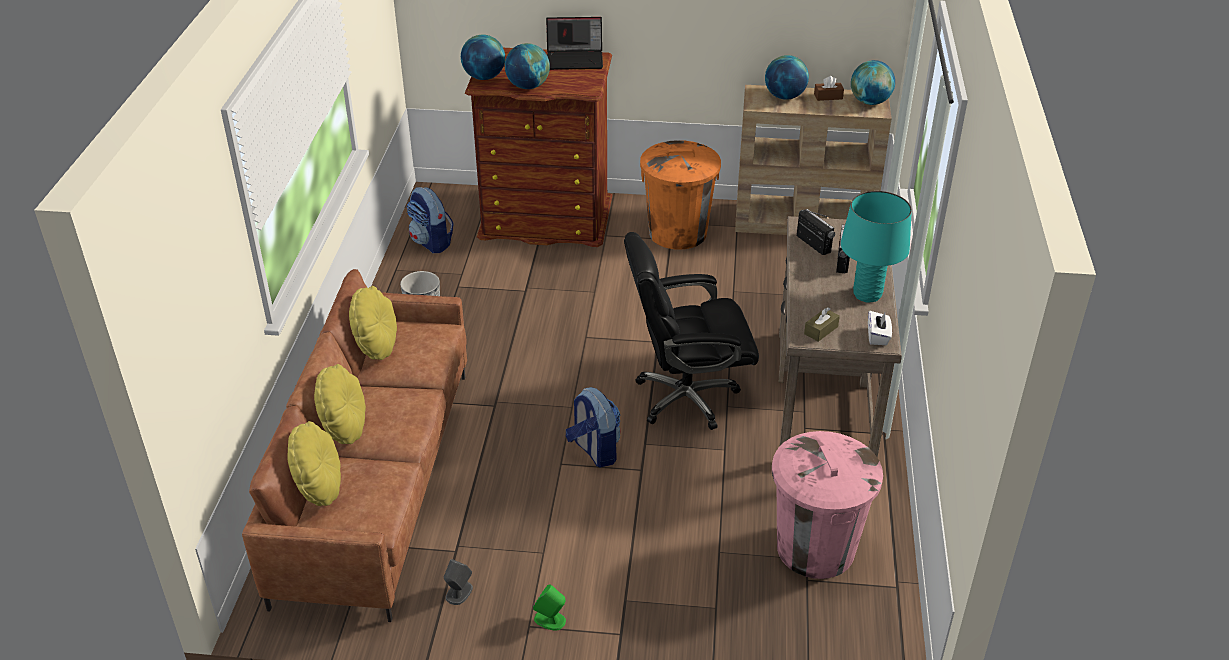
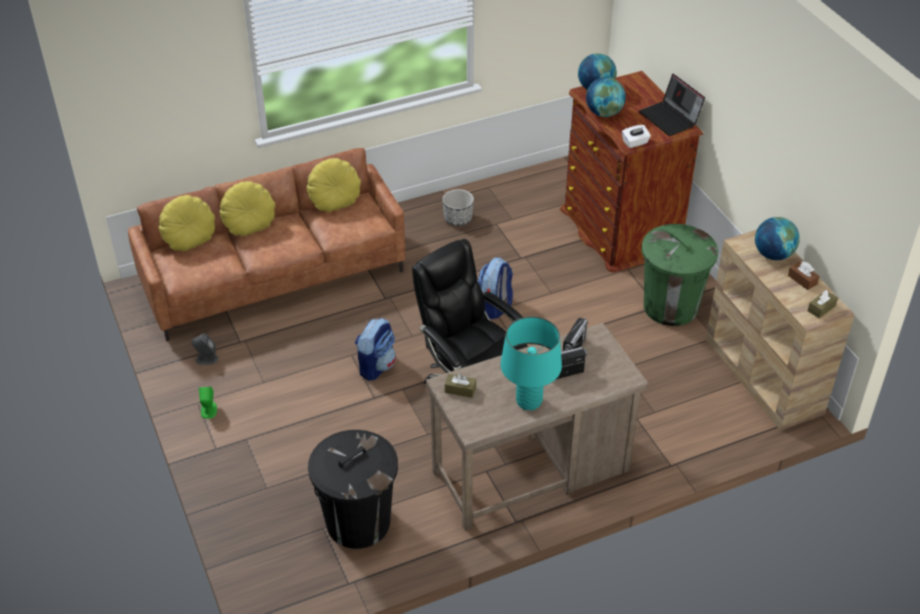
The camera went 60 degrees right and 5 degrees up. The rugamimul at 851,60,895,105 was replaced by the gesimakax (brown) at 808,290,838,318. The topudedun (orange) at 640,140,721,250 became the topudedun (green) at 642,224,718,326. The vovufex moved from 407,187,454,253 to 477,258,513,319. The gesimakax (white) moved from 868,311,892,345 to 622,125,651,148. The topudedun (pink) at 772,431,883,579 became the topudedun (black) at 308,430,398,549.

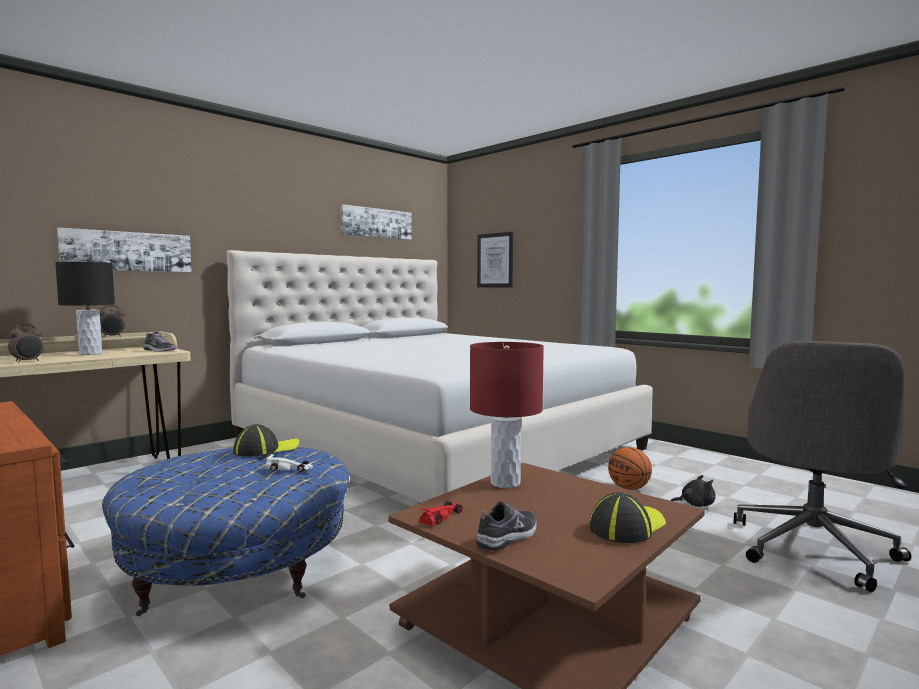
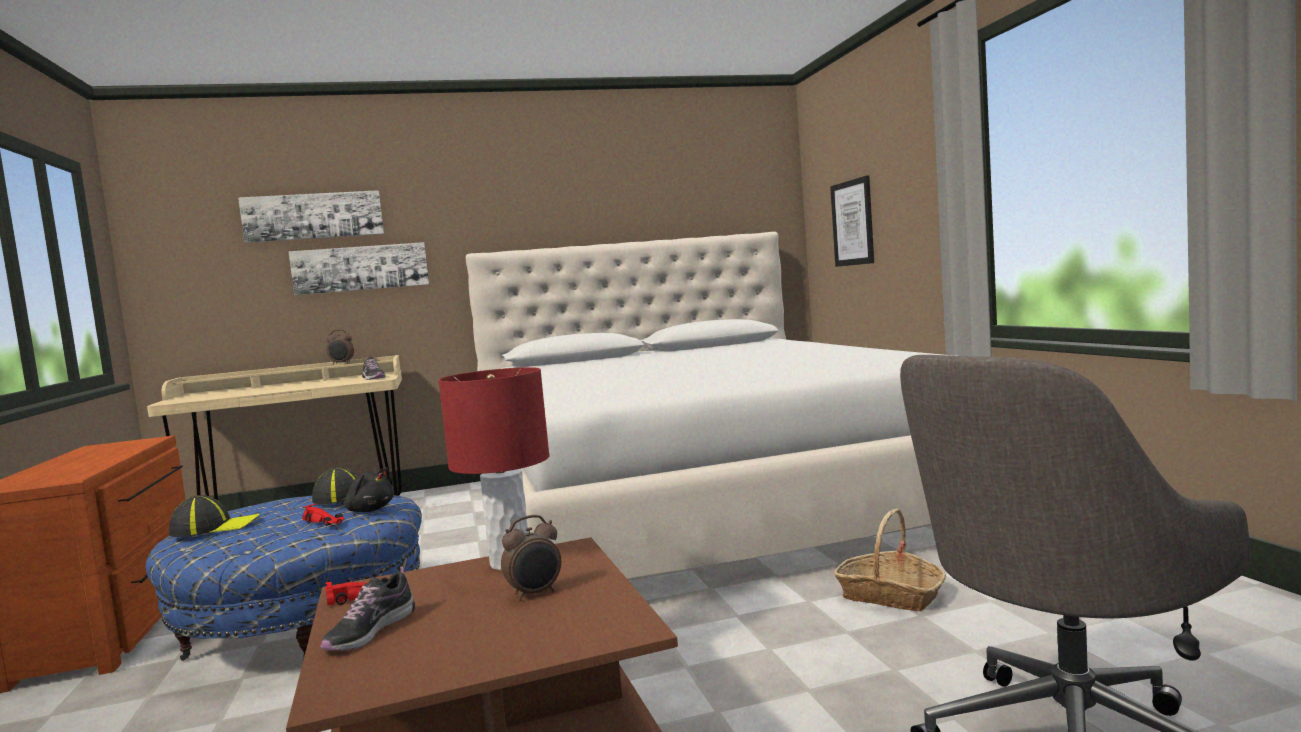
The camera went 30 degrees right and 0 degrees up. The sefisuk moved from 341,204,412,240 to 238,190,384,243. The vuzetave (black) at 55,262,115,355 disappeared. The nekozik moved from 8,324,44,363 to 501,515,561,601. The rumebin at 608,447,652,490 was replaced by the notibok at 834,509,946,611. The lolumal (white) at 265,454,313,472 became the lolumal (red) at 302,503,344,526. The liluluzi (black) moved from 671,475,715,507 to 341,467,394,512. The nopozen moved from 589,492,666,543 to 169,495,260,537. The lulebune at 476,501,537,551 turned 135 degrees clockwise.

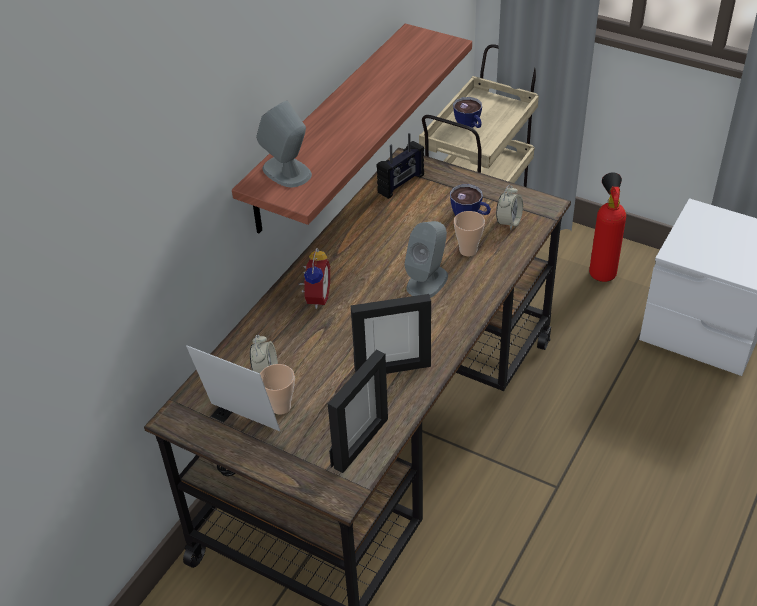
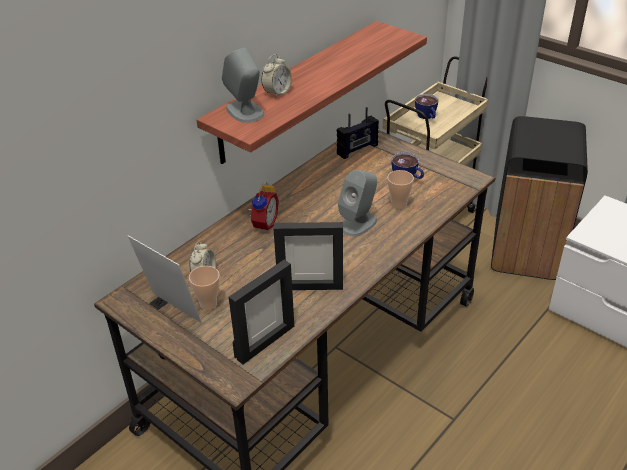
The camera went 10 degrees right and 5 degrees down. The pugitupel at 589,172,626,282 was replaced by the topudedun (black) at 491,116,588,280. The nekozik moved from 496,185,523,231 to 261,54,292,99.

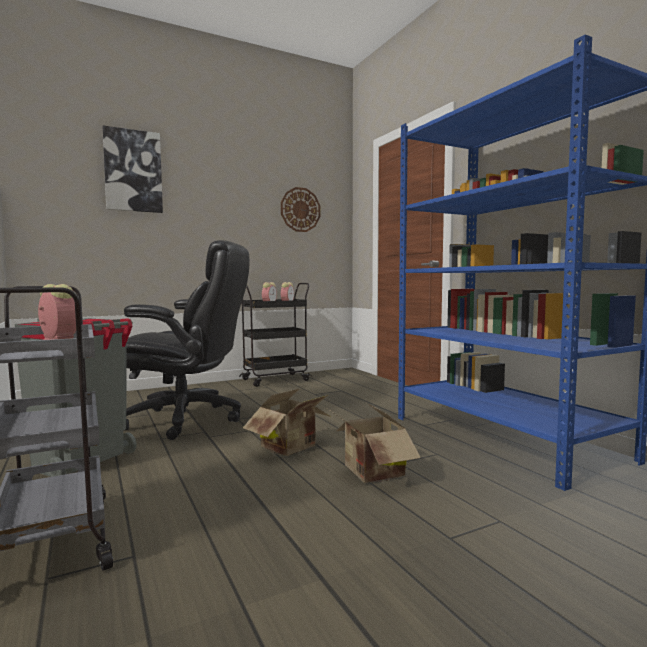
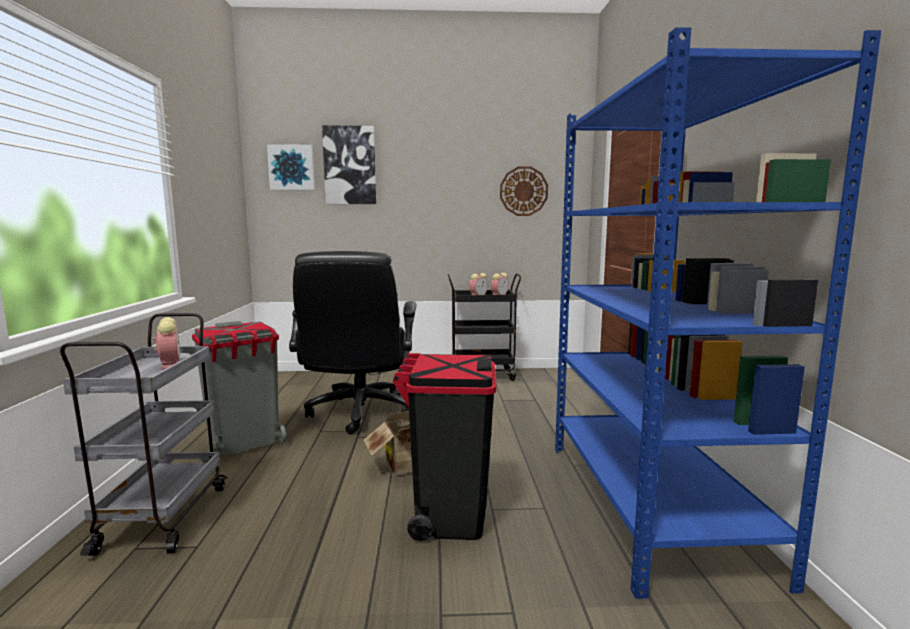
The camera went 25 degrees right and 5 degrees up. The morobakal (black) at 124,240,249,440 turned 60 degrees clockwise. The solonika at 328,403,421,483 was replaced by the topudedun (black) at 393,353,496,541. The sefisuk at 267,144,315,190 appeared.

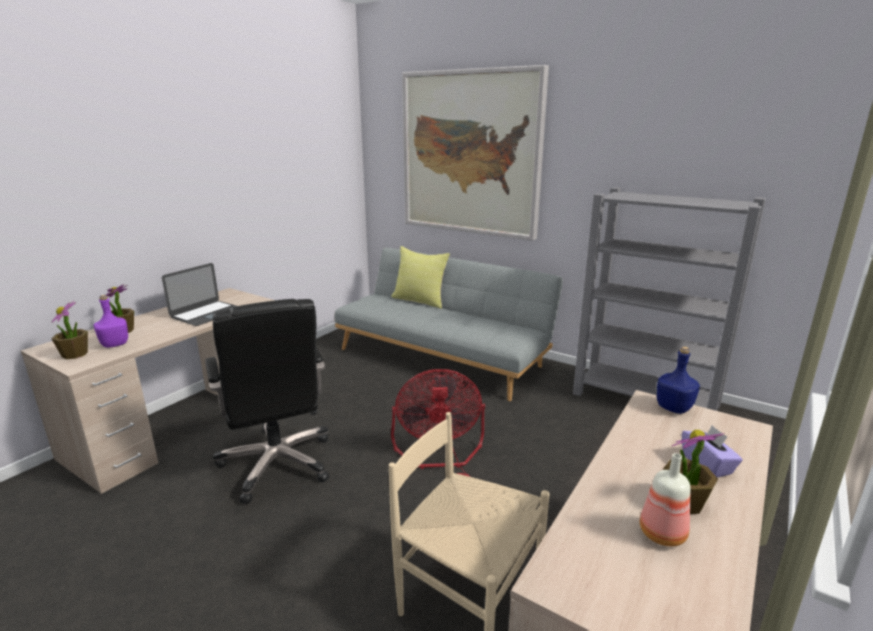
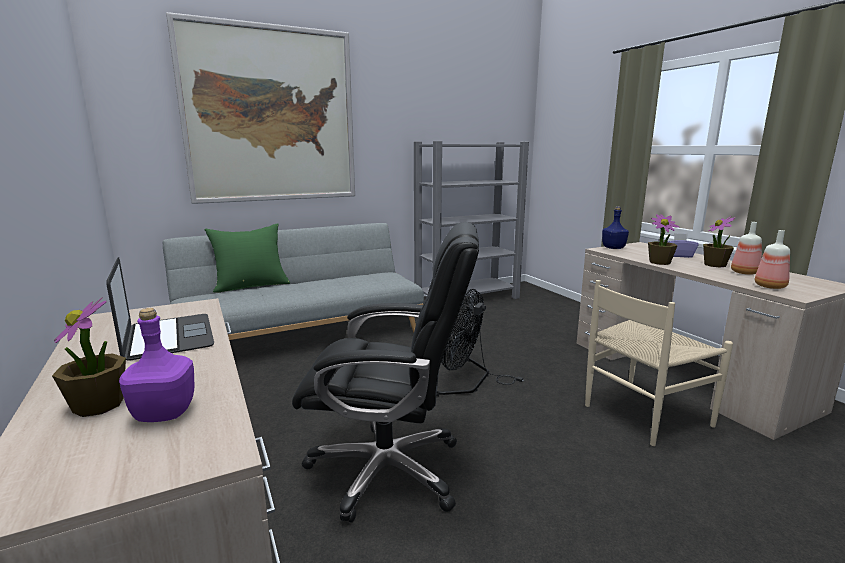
The camera went 60 degrees left and 5 degrees down. The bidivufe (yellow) at 391,246,450,309 became the bidivufe (green) at 204,223,290,293. The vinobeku moved from 51,300,88,359 to 648,214,680,265. The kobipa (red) at 391,369,485,477 became the kobipa (black) at 437,289,524,396. The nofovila at 755,230,790,289 appeared.

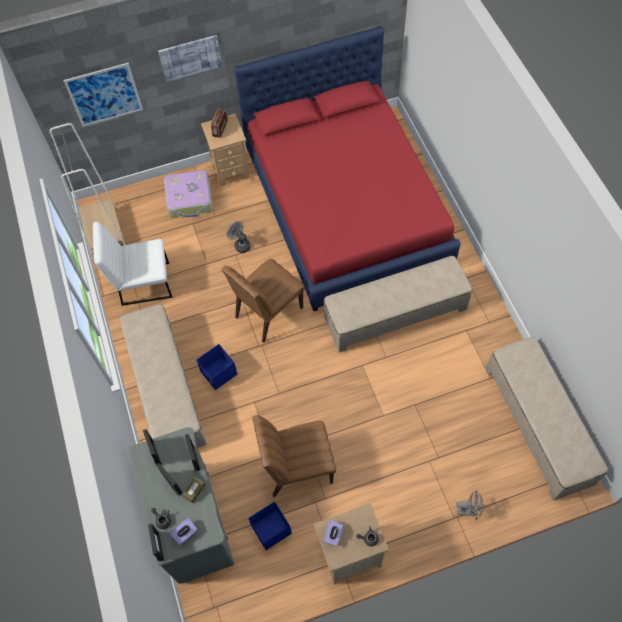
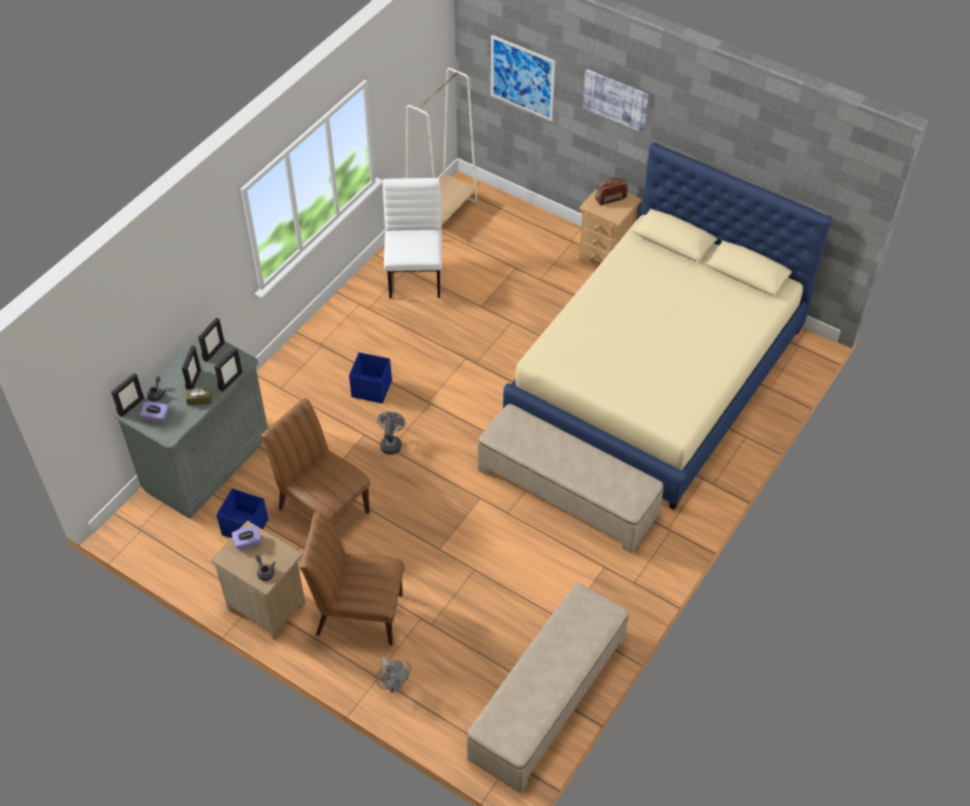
The camera went 50 degrees right and 10 degrees down. The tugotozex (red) at 235,26,461,311 became the tugotozex (beige) at 503,143,832,510. The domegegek at 164,170,213,218 disappeared. The kobipa (grey) moved from 226,221,251,253 to 377,411,405,455. The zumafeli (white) at 93,222,172,306 turned 45 degrees clockwise. The zumafeli (brown) moved from 222,259,305,343 to 300,512,405,646. The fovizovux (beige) at 120,304,207,448 disappeared.

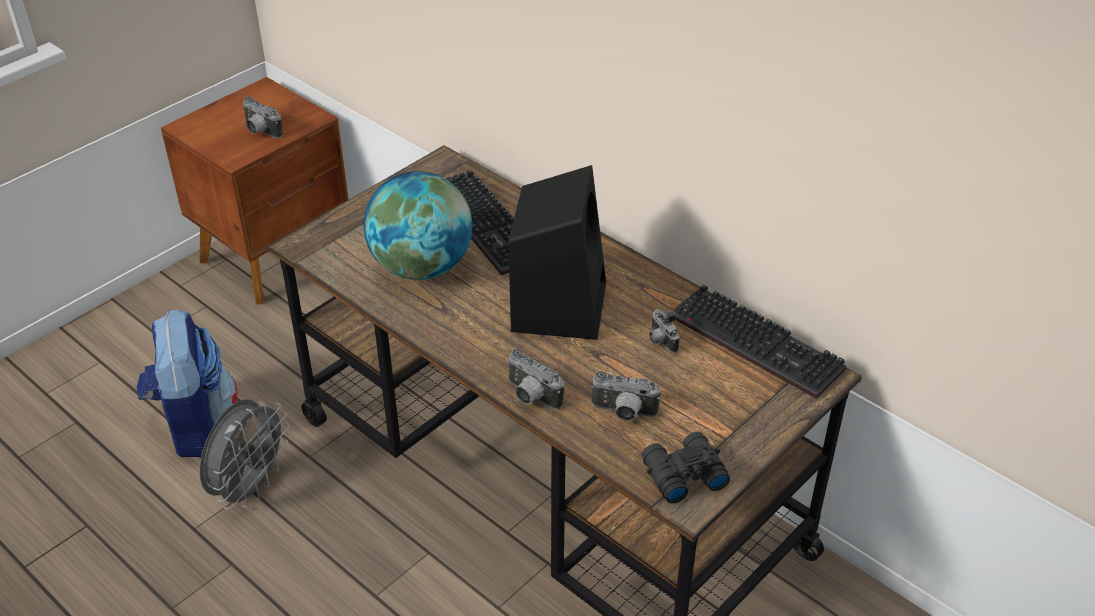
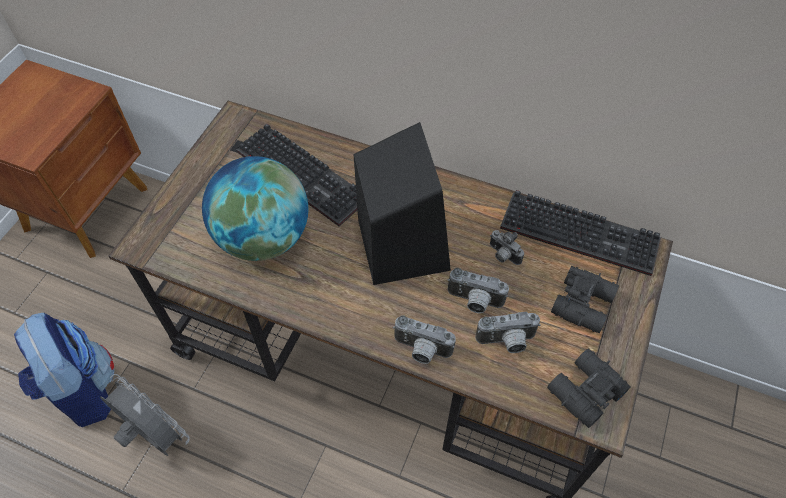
The camera went 20 degrees left and 15 degrees up. The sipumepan moved from 242,96,283,138 to 448,268,509,313. The kobipa (grey) at 200,399,289,510 turned 60 degrees counterclockwise. The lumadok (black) at 551,266,619,333 appeared.

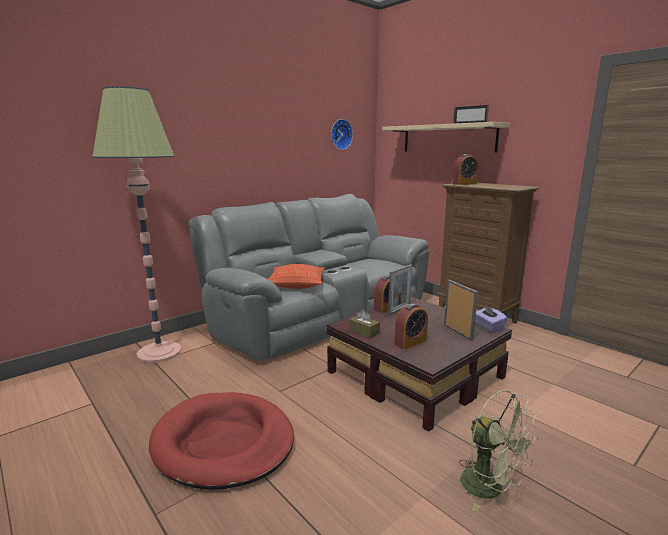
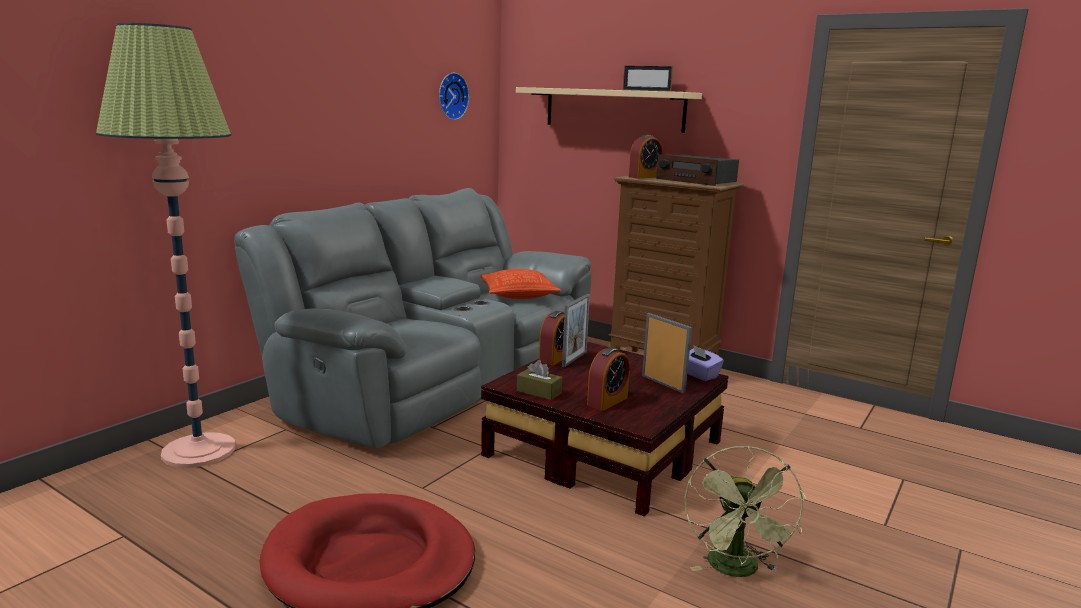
The camera went 15 degrees left and 0 degrees up. The bidivufe (orange) moved from 269,264,325,289 to 481,269,561,299. The kobipa (green) at 459,390,538,512 turned 60 degrees clockwise. The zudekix at 656,154,739,186 appeared.

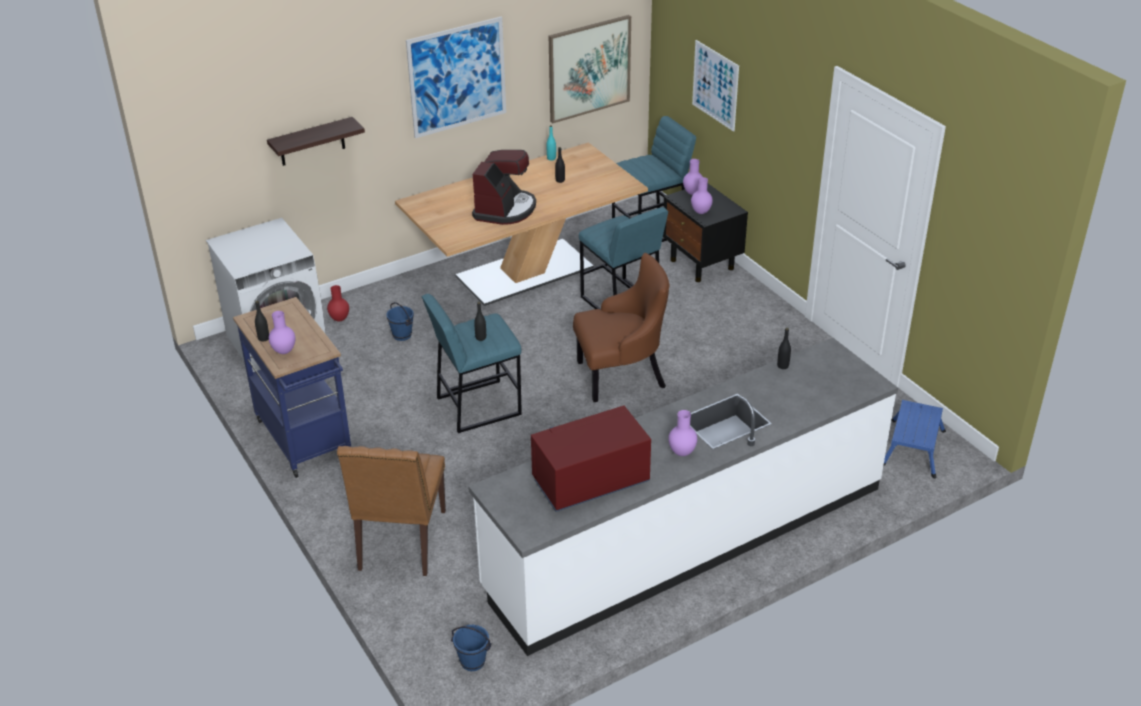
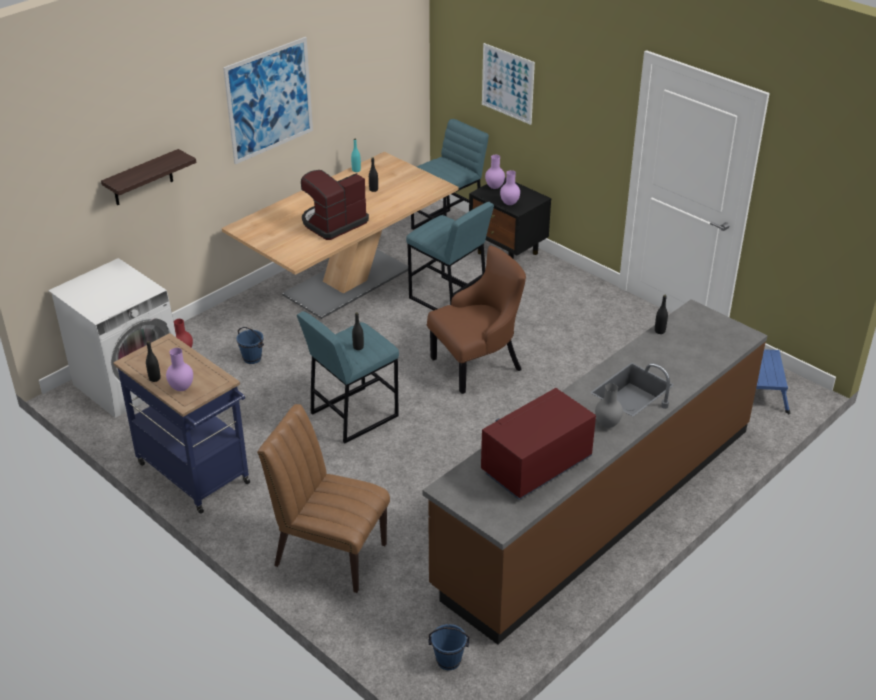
The camera went 15 degrees left and 0 degrees up. The sefisuk at 549,15,631,123 disappeared. The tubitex at 472,150,536,225 turned 135 degrees counterclockwise. The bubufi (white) at 468,338,898,656 became the bubufi (brown) at 422,299,768,644. The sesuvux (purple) at 668,410,697,456 became the sesuvux (grey) at 595,383,623,428. The zumafeli (brown) at 337,446,446,576 turned 120 degrees clockwise.

